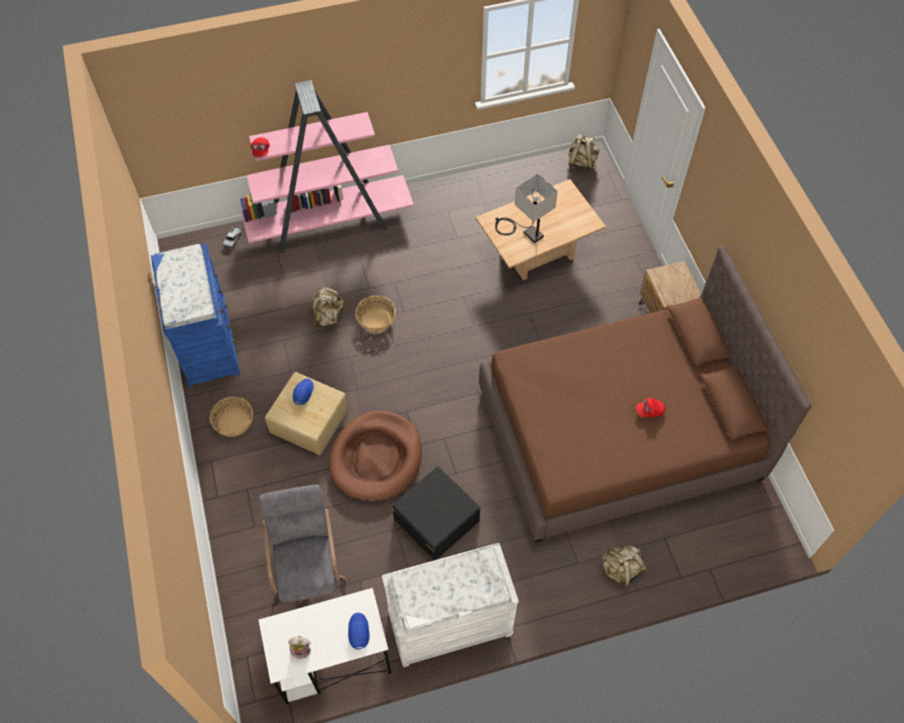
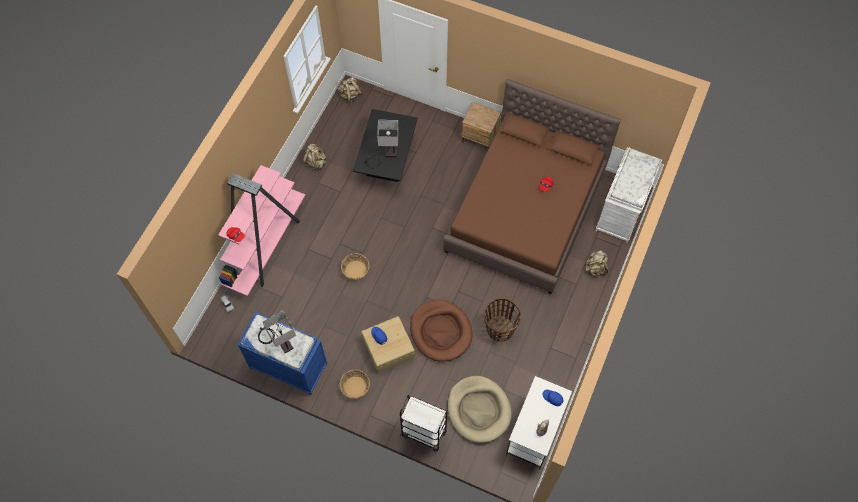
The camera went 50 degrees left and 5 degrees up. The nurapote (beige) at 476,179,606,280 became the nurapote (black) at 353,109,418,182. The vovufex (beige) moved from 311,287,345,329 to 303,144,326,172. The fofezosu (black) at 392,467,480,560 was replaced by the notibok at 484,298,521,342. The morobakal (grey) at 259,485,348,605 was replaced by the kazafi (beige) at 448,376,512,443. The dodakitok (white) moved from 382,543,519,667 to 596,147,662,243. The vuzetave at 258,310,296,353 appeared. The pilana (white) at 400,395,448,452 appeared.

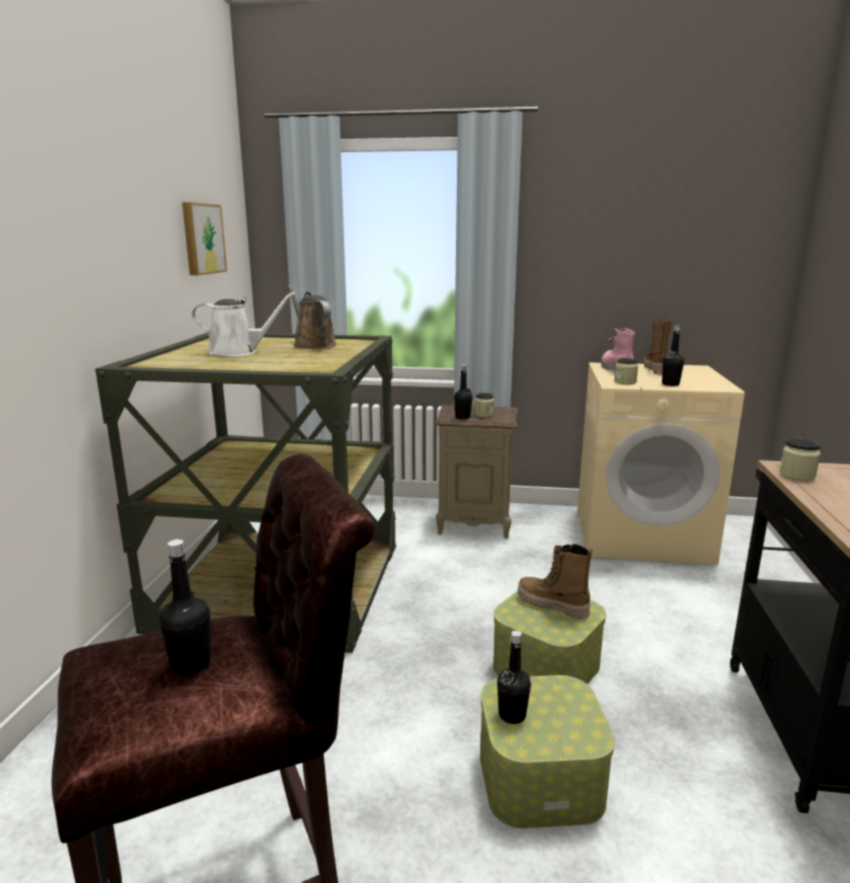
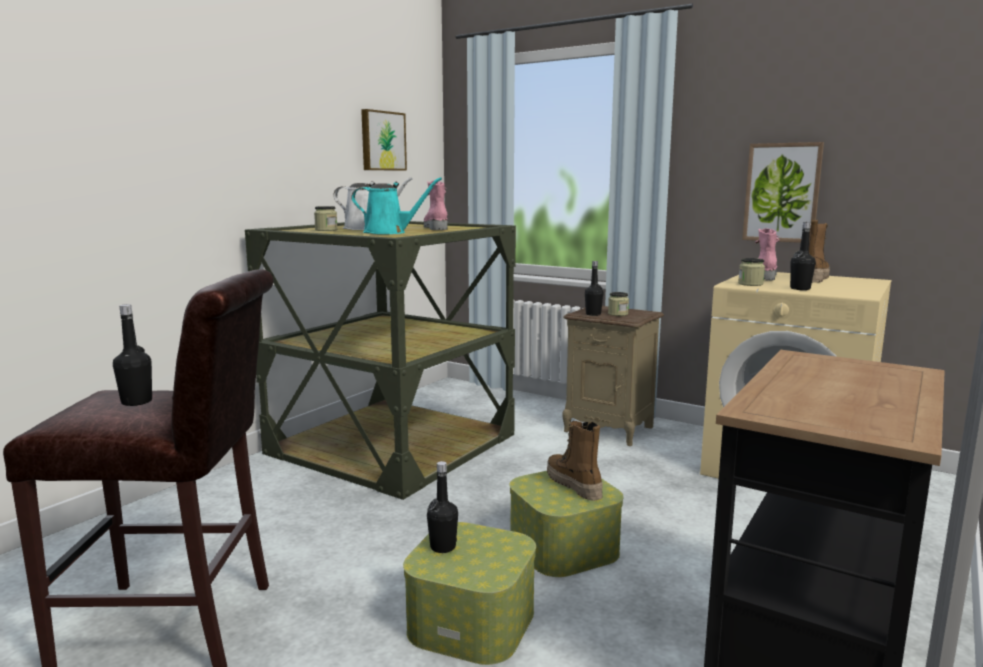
The camera went 25 degrees right and 5 degrees down. The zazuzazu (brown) at 288,285,336,349 was replaced by the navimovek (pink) at 424,181,447,230. The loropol moved from 779,438,821,481 to 314,206,338,231. The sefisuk at 742,142,824,243 appeared. The zazuzazu (turquoise) at 351,177,442,234 appeared.

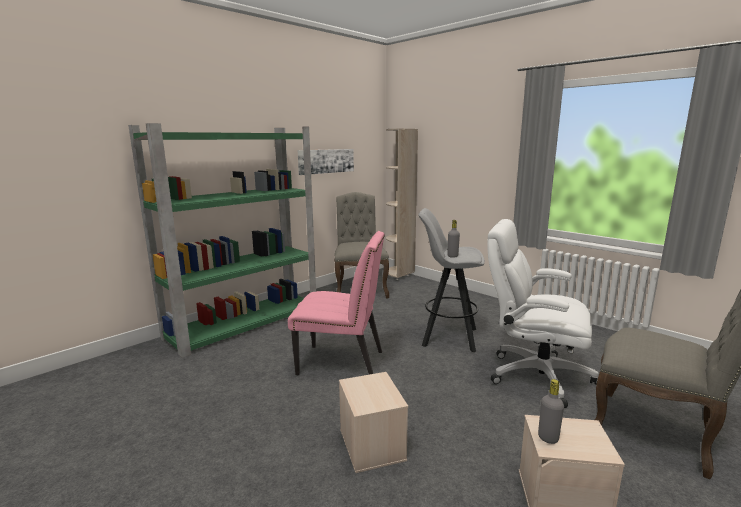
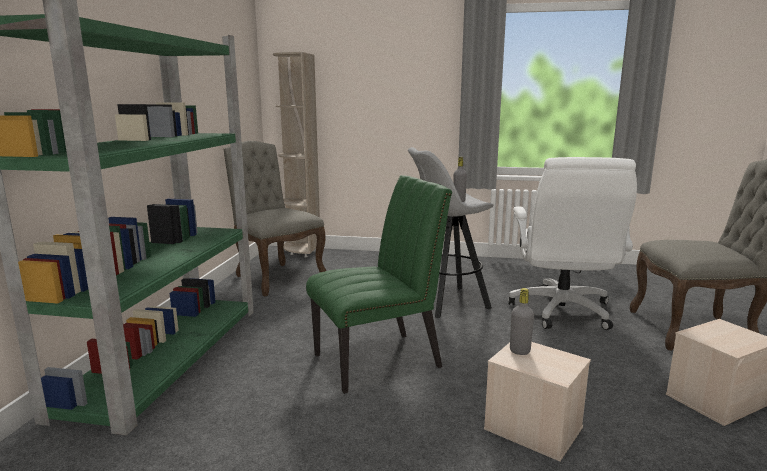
The camera went 35 degrees left and 0 degrees up. The sefisuk at 298,149,354,175 disappeared. The morobakal (white) at 487,219,599,408 turned 75 degrees counterclockwise. The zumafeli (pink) at 288,231,385,375 became the zumafeli (green) at 306,175,452,394. The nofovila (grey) moved from 538,379,564,444 to 510,288,534,355.

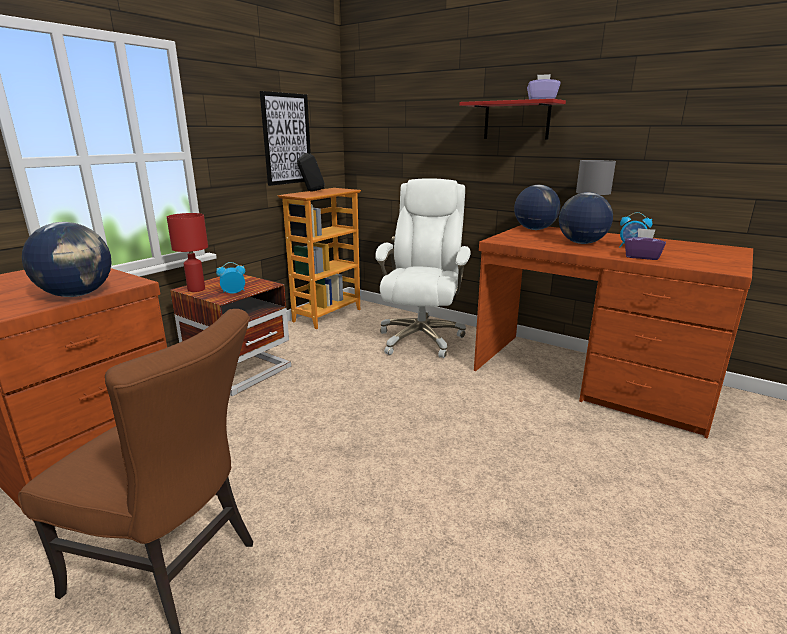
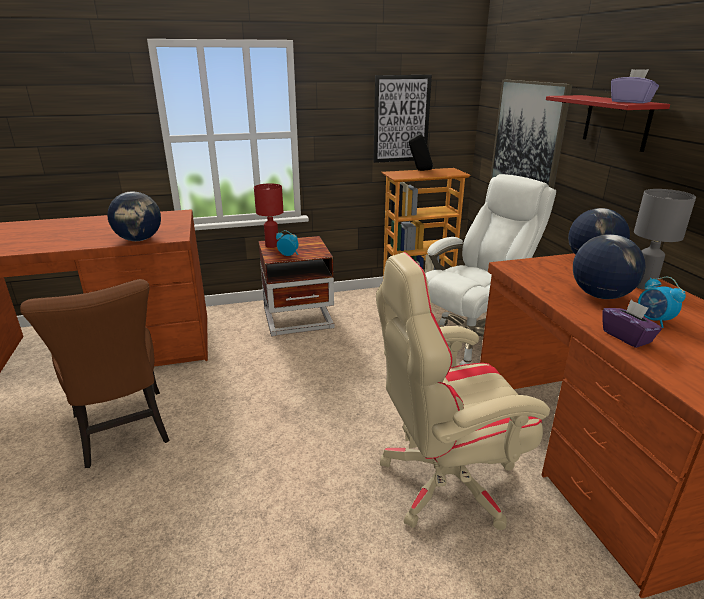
The camera went 40 degrees right and 5 degrees up. The sefisuk at 490,80,573,189 appeared. The morobakal (beige) at 376,252,550,530 appeared.

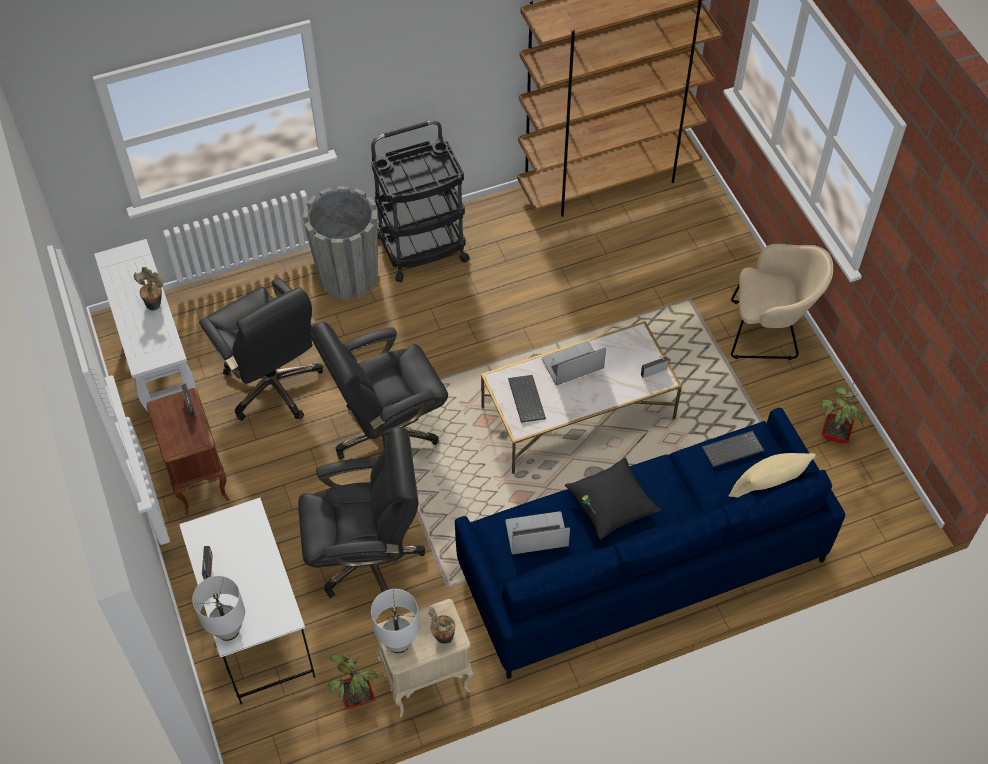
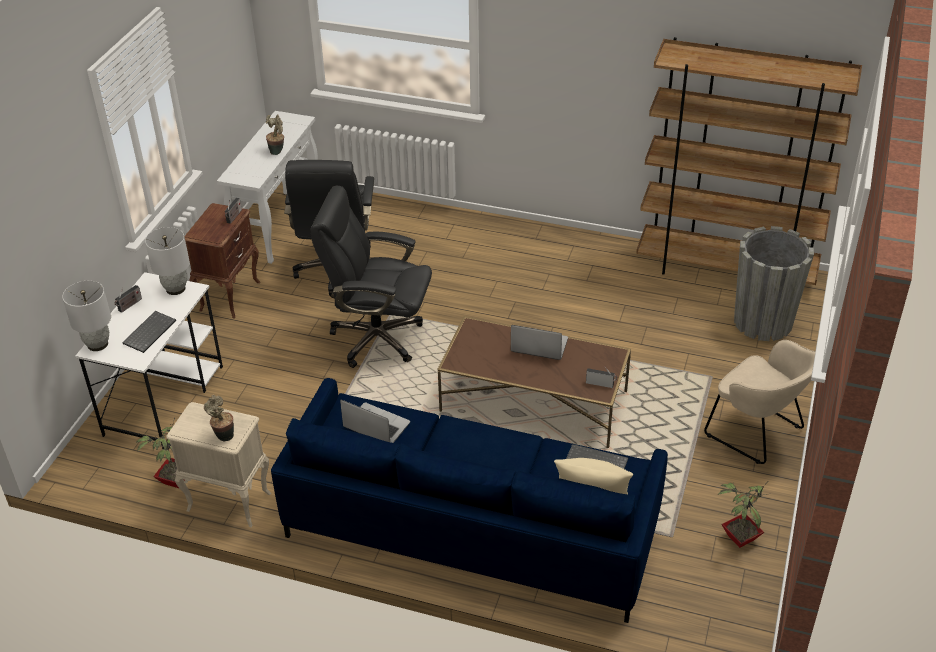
The camera went 40 degrees right and 15 degrees down. The pilana (black) at 371,121,470,282 disappeared. The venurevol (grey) moved from 303,186,378,300 to 734,226,814,341. The nurapote (white) at 481,321,682,474 became the nurapote (brown) at 437,316,631,448. The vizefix moved from 508,375,546,423 to 122,311,176,353. The morobakal (black) at 298,427,425,598 disappeared. The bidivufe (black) at 565,458,662,540 disappeared. The vuzetave (white) moved from 371,589,419,653 to 145,227,190,295.

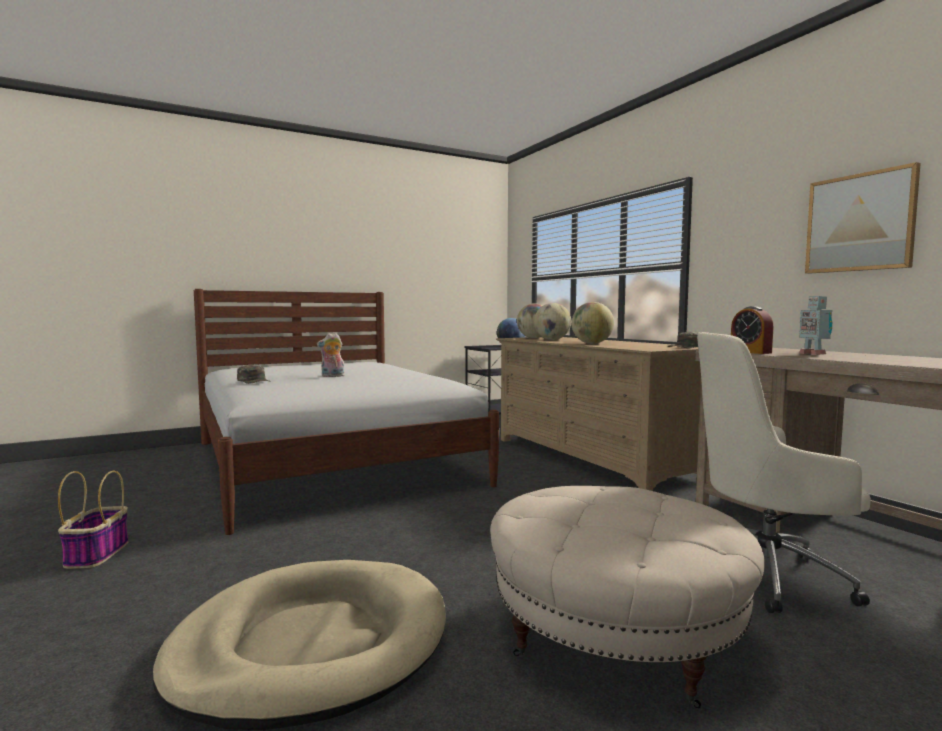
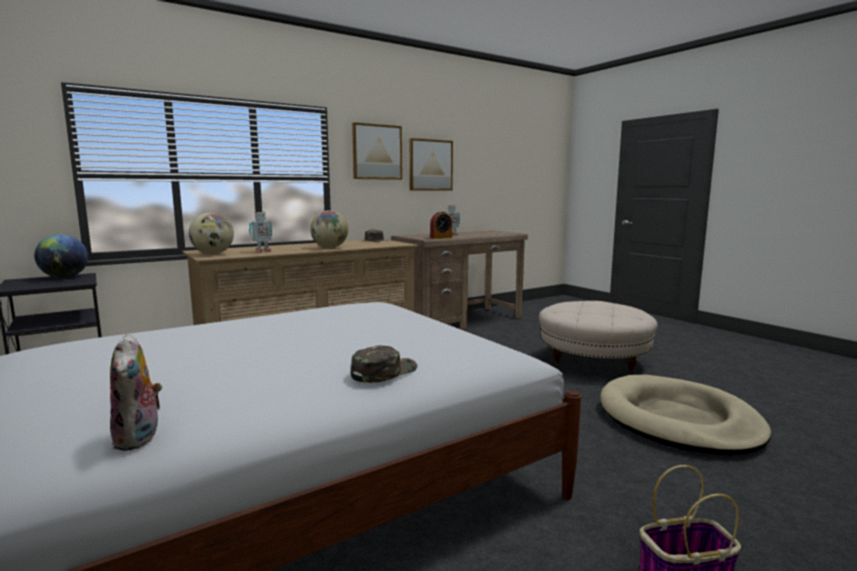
The camera went 95 degrees left and 5 degrees up. The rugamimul at 534,303,571,340 was replaced by the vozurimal at 249,212,272,252. The morobakal (beige) at 697,332,871,613 disappeared. The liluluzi moved from 317,333,345,377 to 110,333,162,451. The sefisuk at 352,122,402,180 appeared.

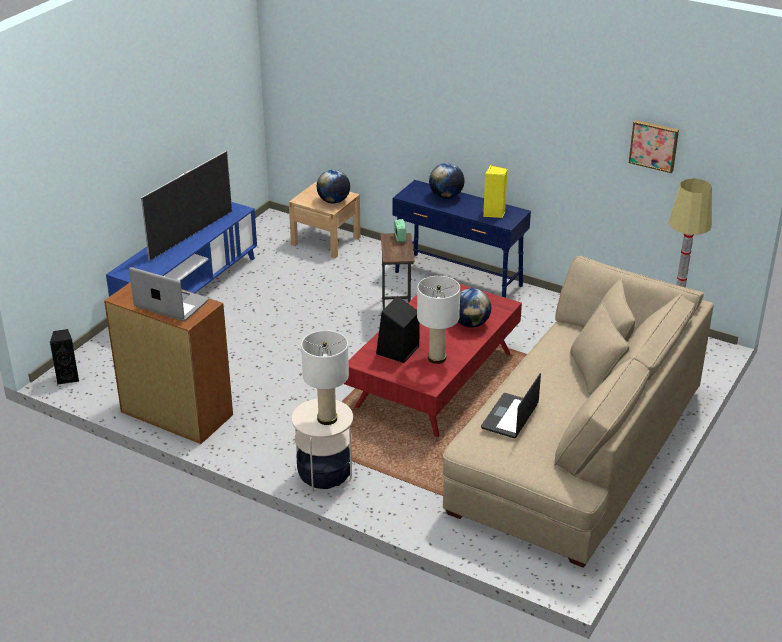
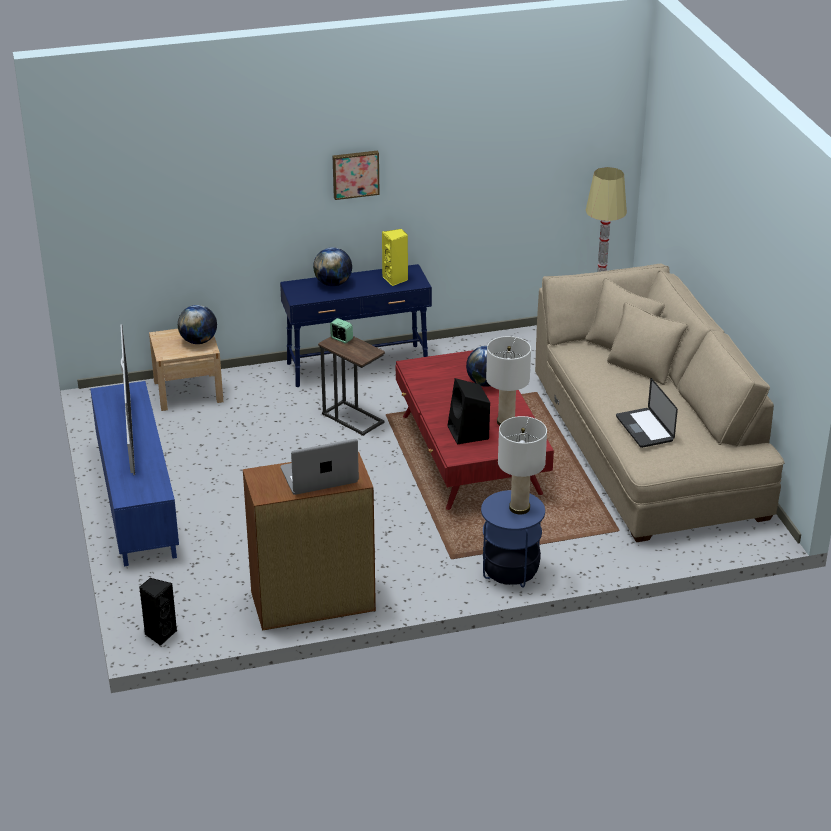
The camera went 45 degrees left and 0 degrees up. The sefisuk moved from 629,120,679,173 to 333,150,380,200. The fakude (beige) at 292,399,353,492 became the fakude (blue) at 481,490,545,588.

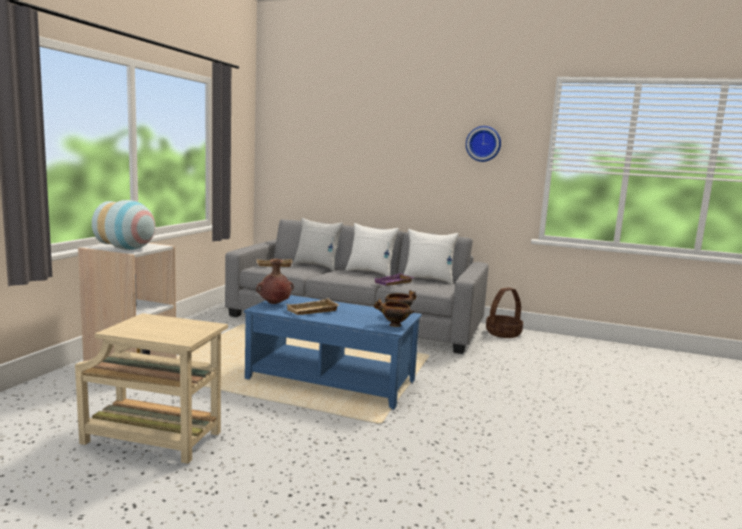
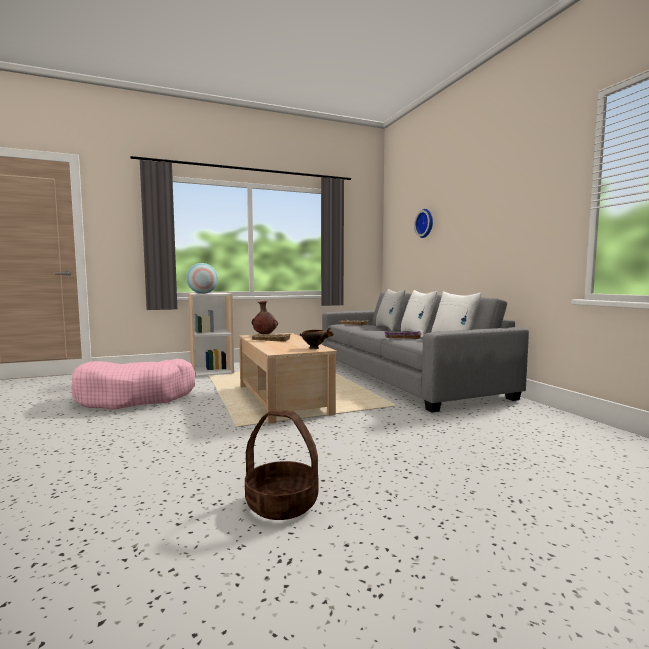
The camera went 50 degrees right and 5 degrees down. The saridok moved from 466,126,501,162 to 414,209,433,238. The notibok moved from 486,287,523,338 to 245,409,318,520. The nurapote (blue) at 244,295,422,410 became the nurapote (beige) at 239,333,337,424. The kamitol at 374,298,414,327 disappeared. The fakude (beige) at 75,313,228,464 was replaced by the kazafi (pink) at 71,359,195,410.

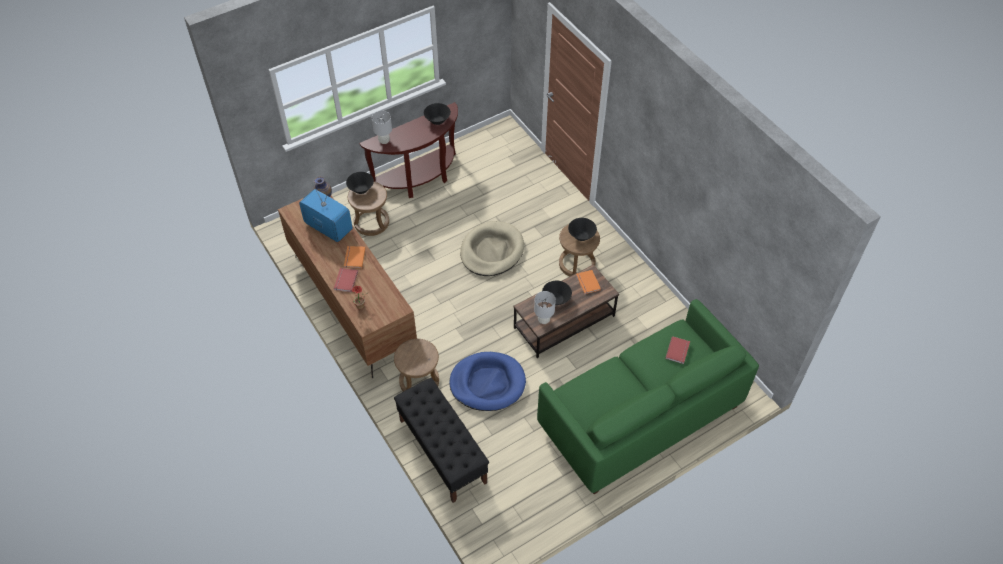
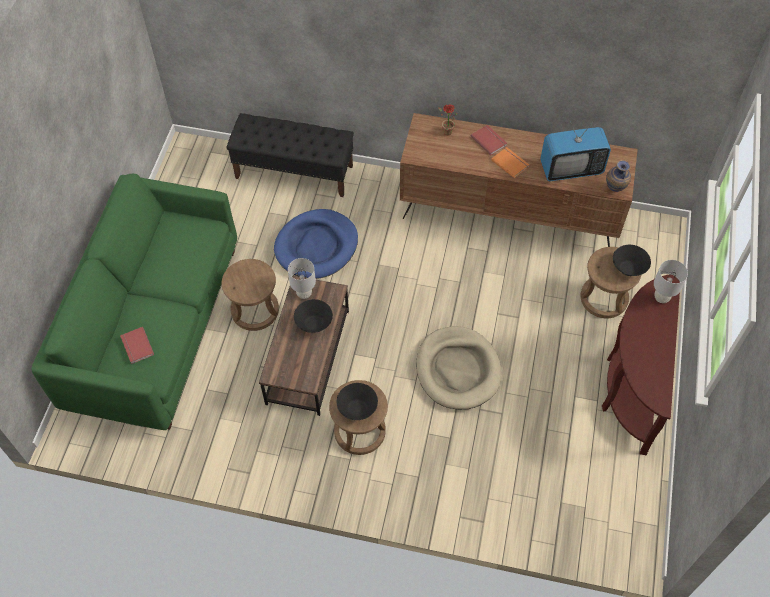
The camera went 135 degrees right and 5 degrees up. The kamitol (black) at 424,103,451,125 disappeared. The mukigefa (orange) at 576,270,601,294 disappeared. The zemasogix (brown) moved from 394,339,439,391 to 221,259,279,331.

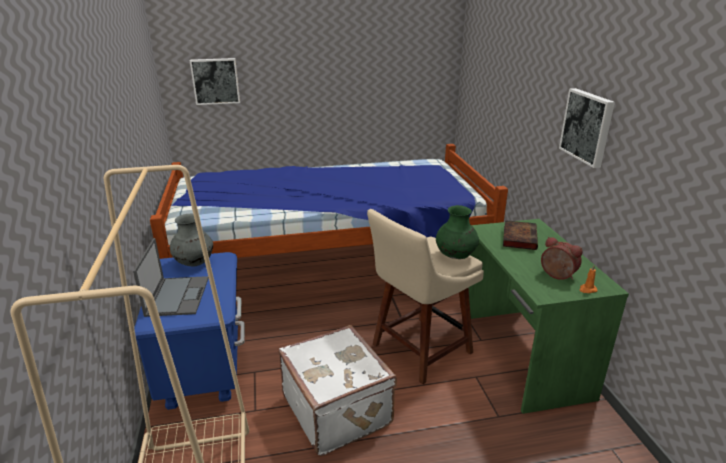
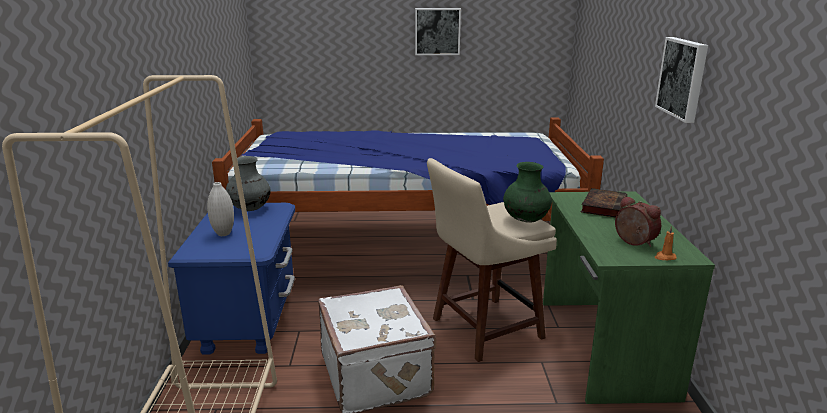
The camera went 10 degrees right and 5 degrees down. The sefisuk moved from 190,58,240,105 to 415,8,461,55. The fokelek at 133,238,209,317 was replaced by the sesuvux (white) at 207,182,234,236.

